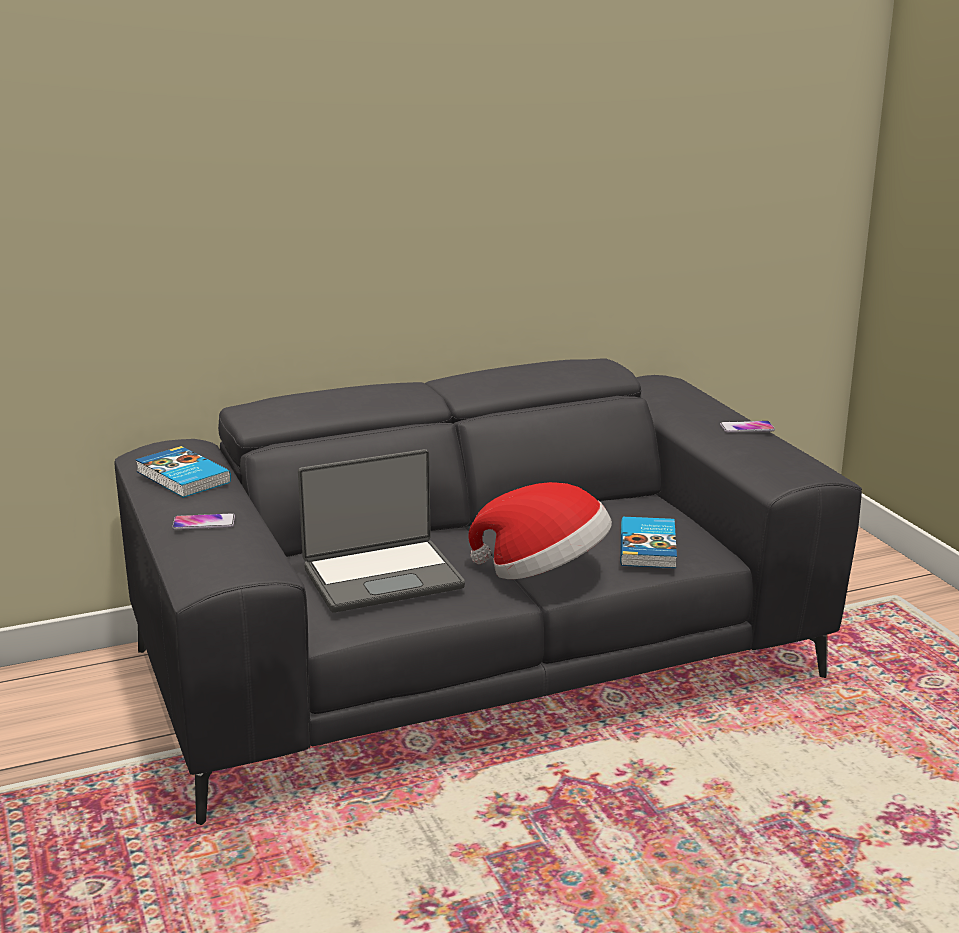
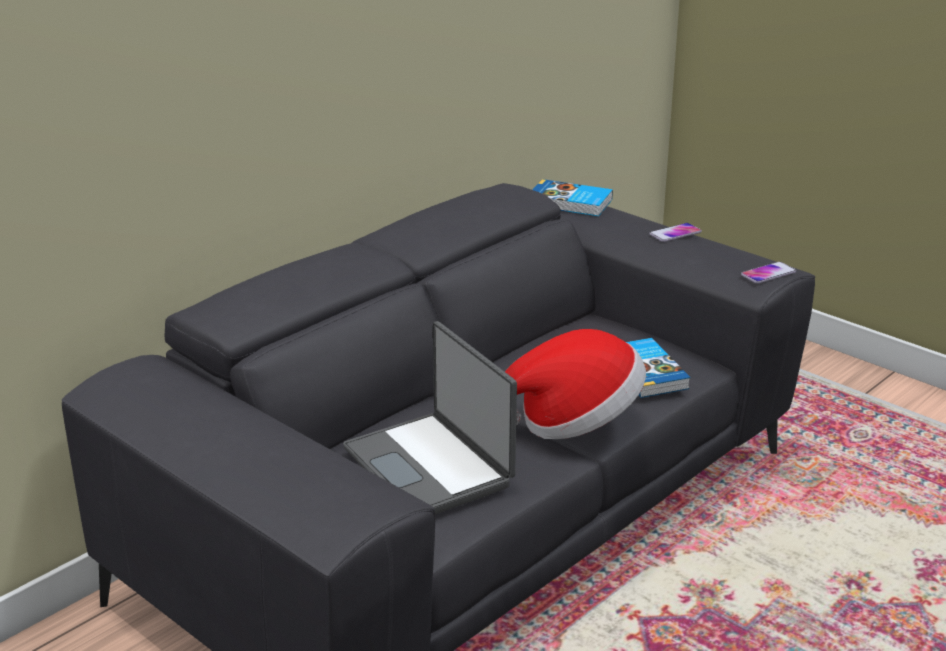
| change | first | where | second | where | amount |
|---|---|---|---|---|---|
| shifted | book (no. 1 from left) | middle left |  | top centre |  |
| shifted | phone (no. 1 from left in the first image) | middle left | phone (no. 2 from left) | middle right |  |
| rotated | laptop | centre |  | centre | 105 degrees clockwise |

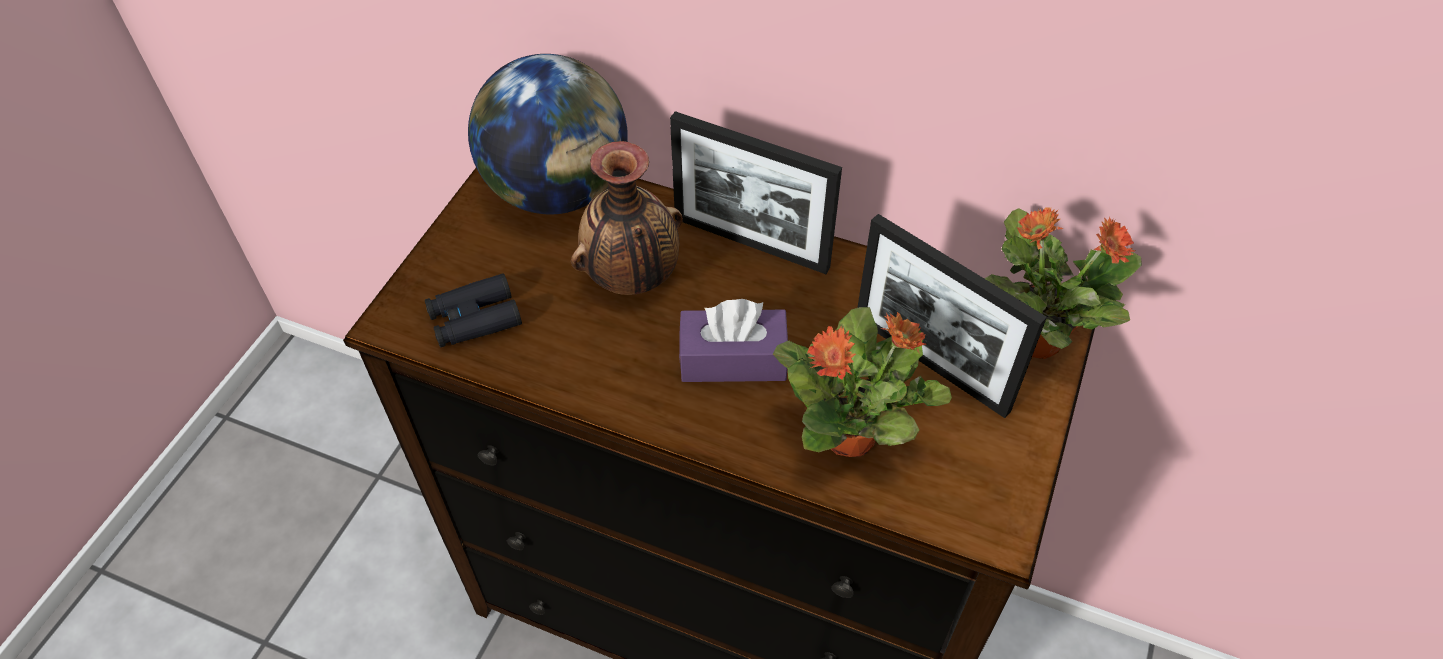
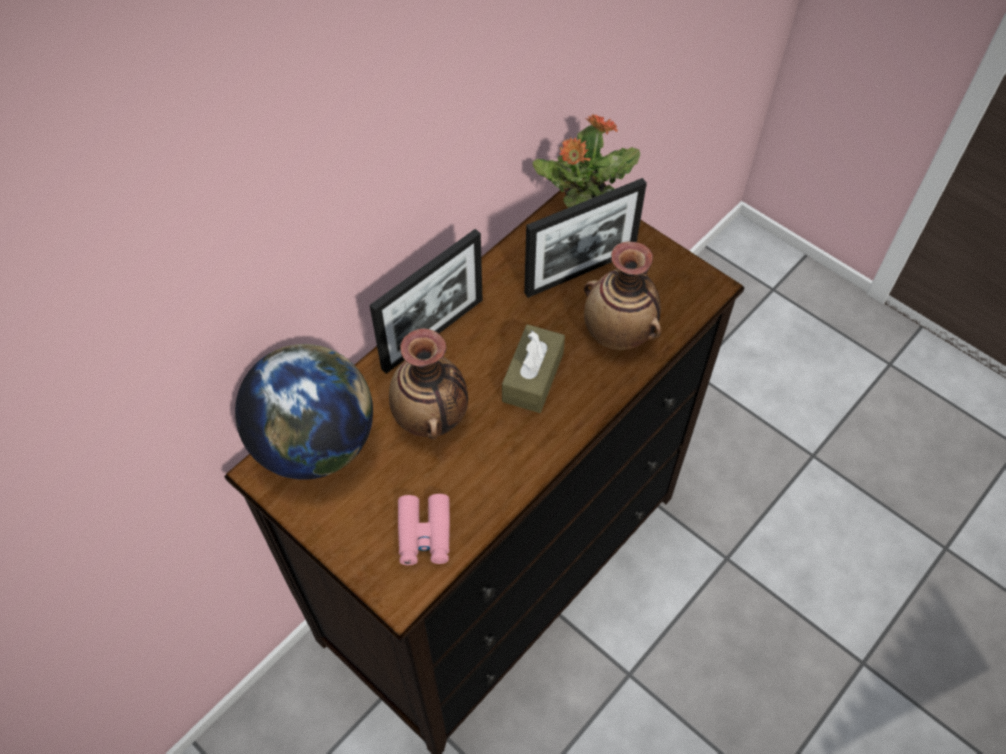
| change | first | where | second | where | amount |
|---|---|---|---|---|---|
| repainted | binoculars (black) | middle left | binoculars (pink) | bottom centre |  |
| repainted | tissue box (purple) | centre | tissue box (brown) | centre |  |
| swapped | potted plant (no. 1 from left) | centre | vase (no. 2 from left) | centre |  |

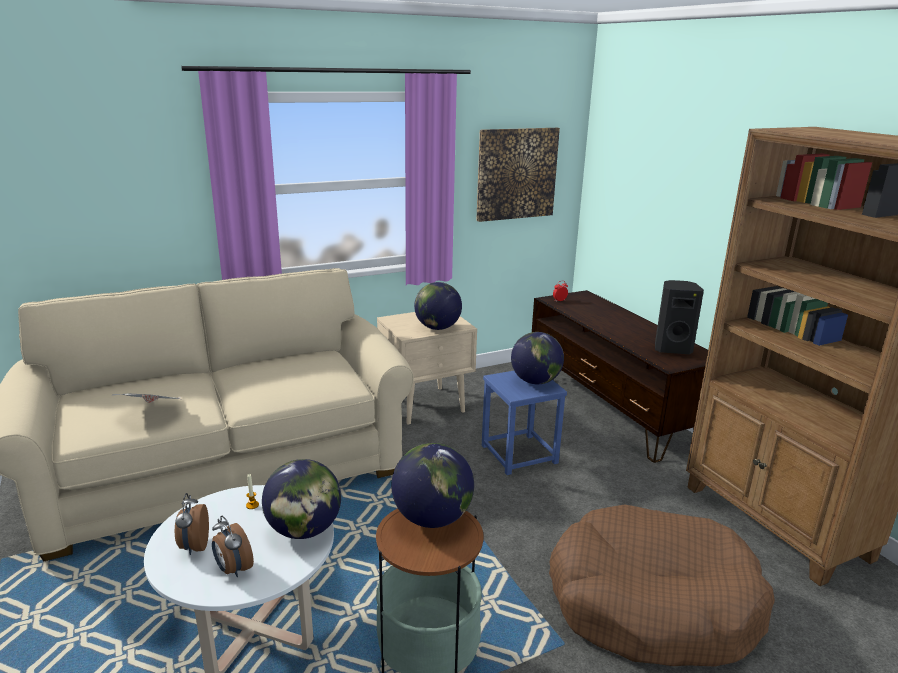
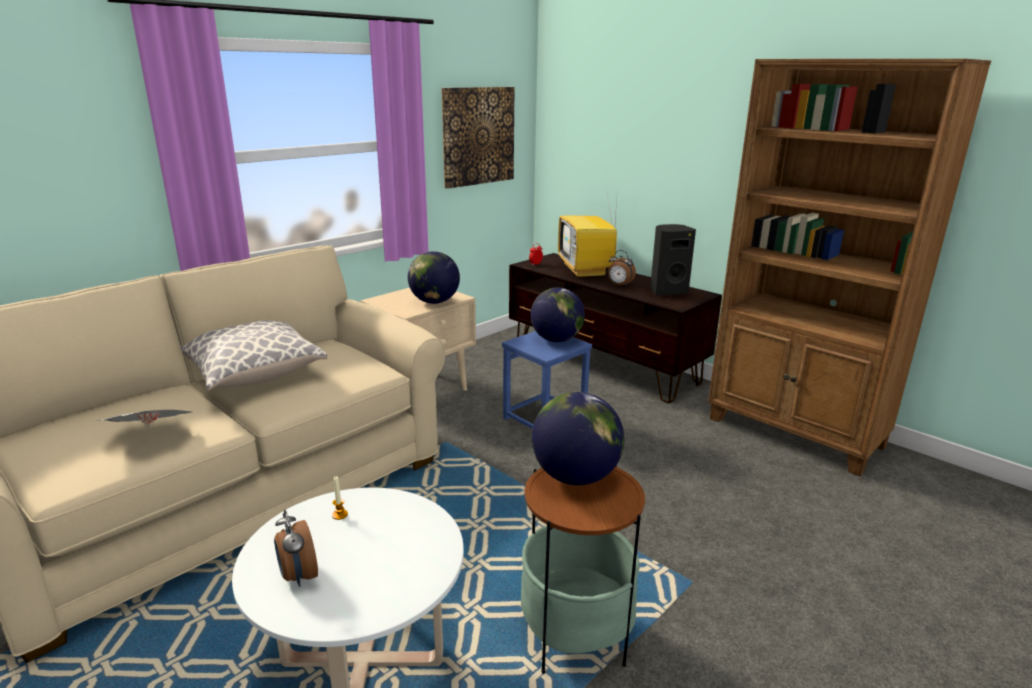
| change | first | where | second | where | amount |
|---|---|---|---|---|---|
| shifted | alarm clock (no. 2 from left in the first image) | bottom left | alarm clock (no. 3 from left) | centre |  |
| gone | globe (no. 1 from left) | bottom centre |  |  |  |
| gone | dog bed (brown) | bottom right |  |  |  |
| new |  |  | pillow | middle left |  |
| new |  |  | television | centre |  |

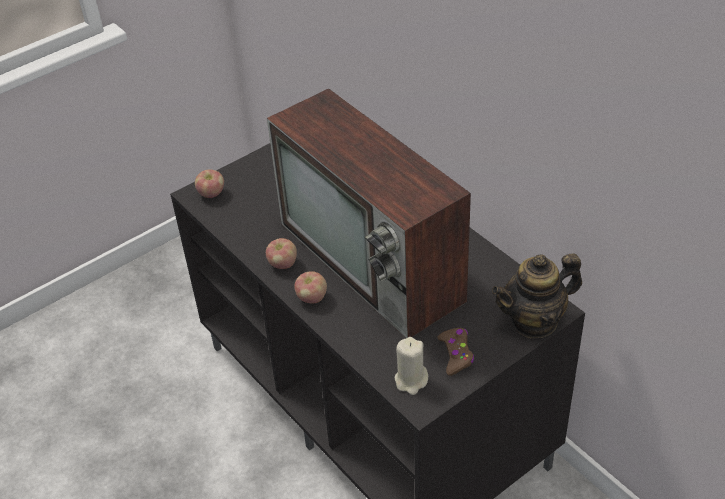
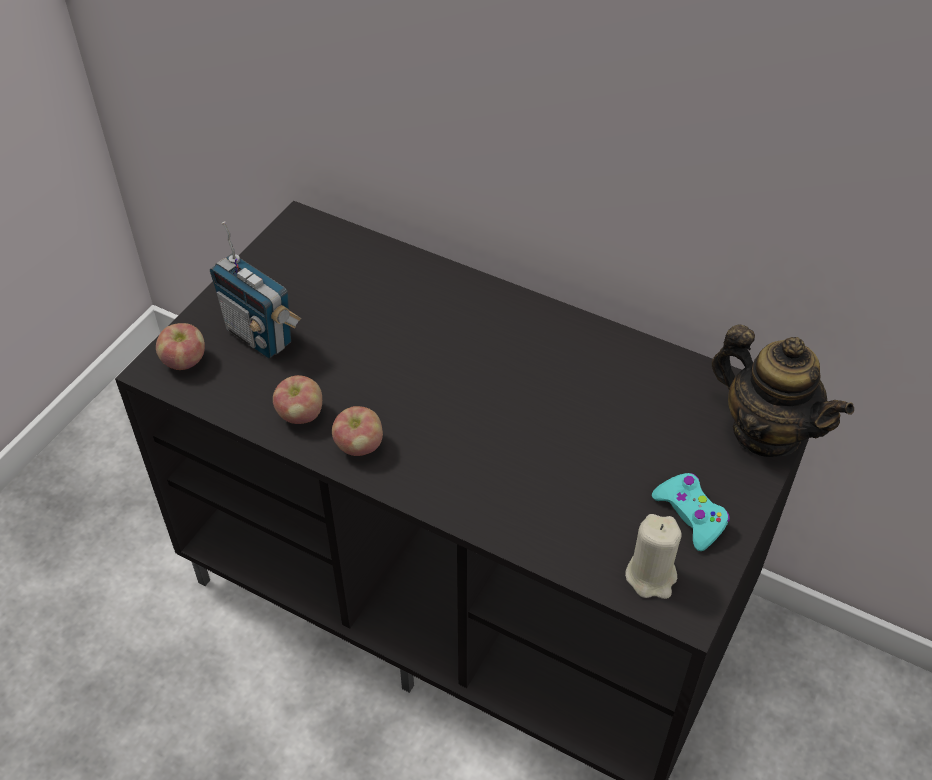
| change | first | where | second | where | amount |
|---|---|---|---|---|---|
| gone | television | centre |  |  |  |
| shifted | apple (no. 3 from left in the first image) | centre | apple (no. 2 from left) | middle left |  |
| repainted | game controller (brown) | bottom centre | game controller (turquoise) | middle right |  |
| rotated | teapot | middle right |  | middle right | 90 degrees counterclockwise |
| new |  |  | radio | middle left |  |

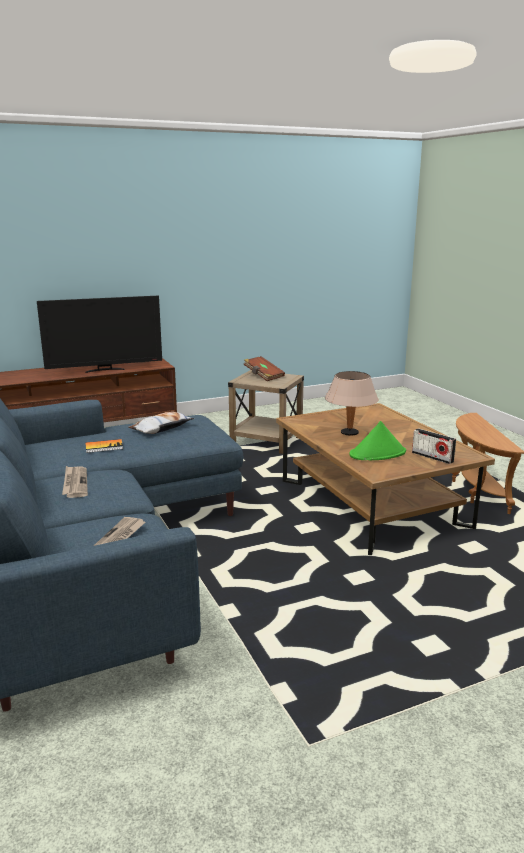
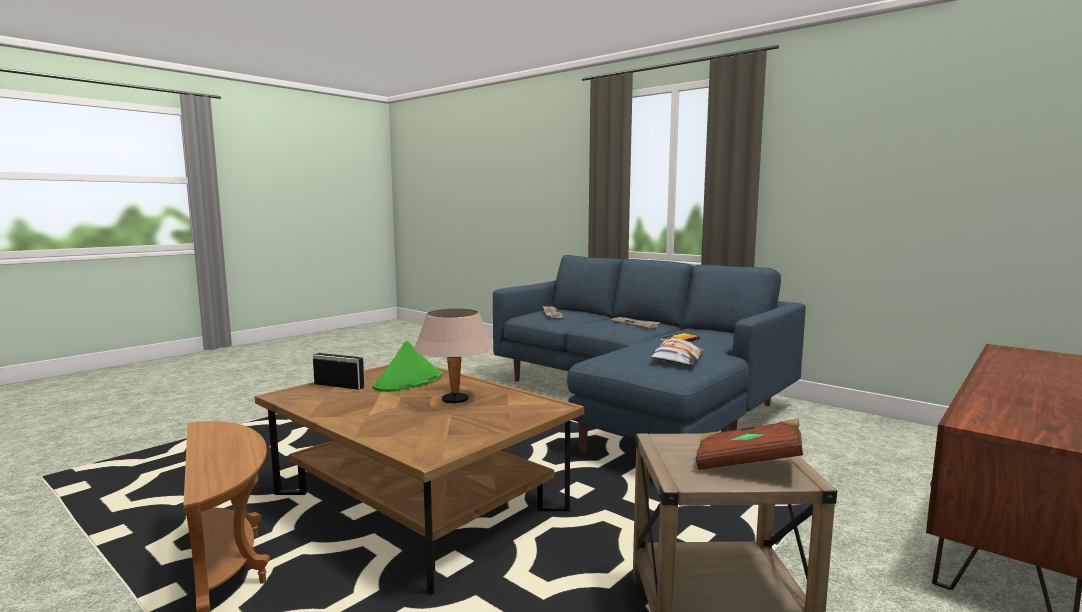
| change | first | where | second | where | amount |
|---|---|---|---|---|---|
| gone | television | middle left |  |  |  |

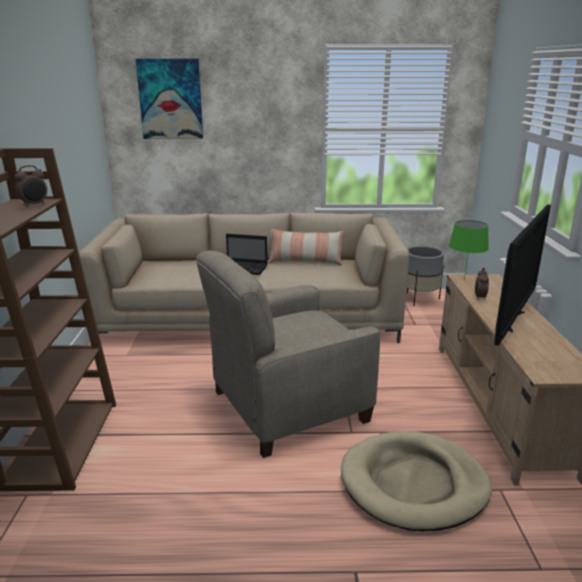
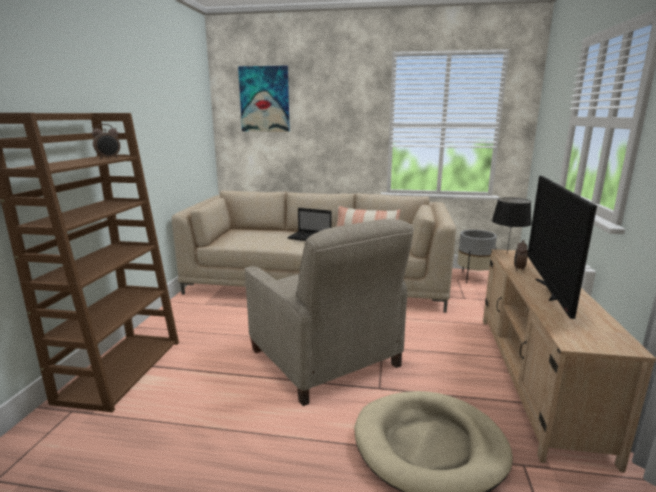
| change | first | where | second | where | amount |
|---|---|---|---|---|---|
| rotated | armchair (beige) | centre |  | centre | 105 degrees counterclockwise |
| repainted | table lamp (green) | middle right | table lamp (black) | middle right |  |
| rotated | television | middle right |  | middle right | 150 degrees clockwise |

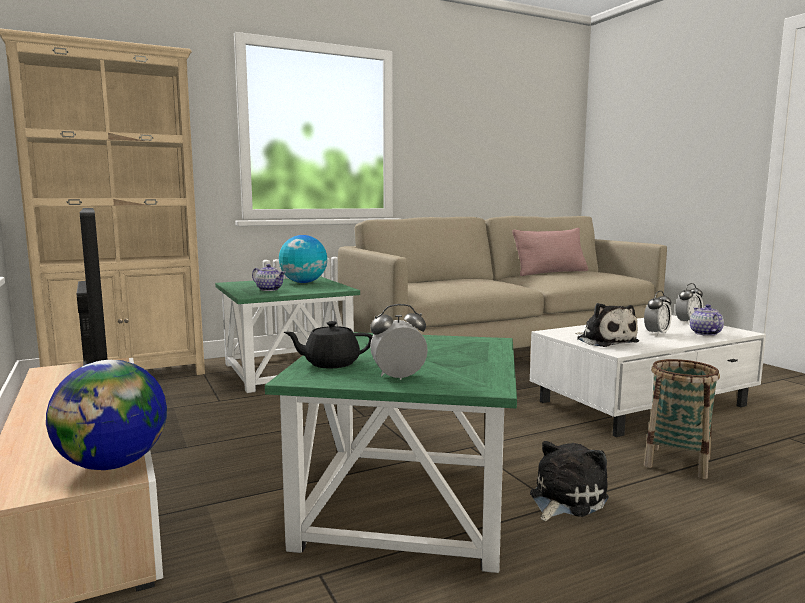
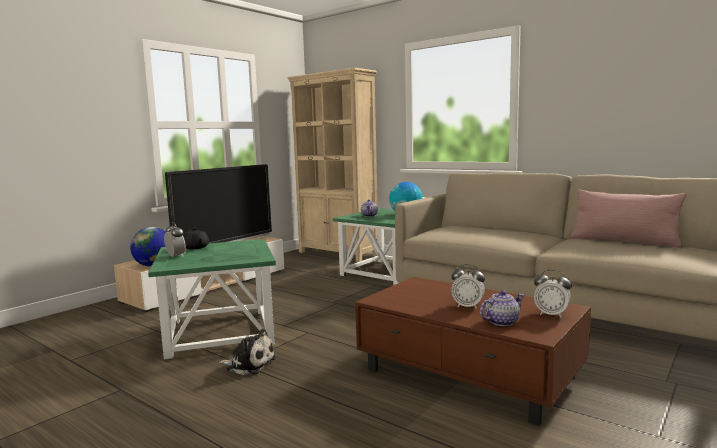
| change | first | where | second | where | amount |
|---|---|---|---|---|---|
| repainted | coffee table (white) | middle right | coffee table (brown) | bottom centre |  |
| gone | plush toy (no. 2 from left) | middle right |  |  |  |
| gone | basket | bottom right |  |  |  |

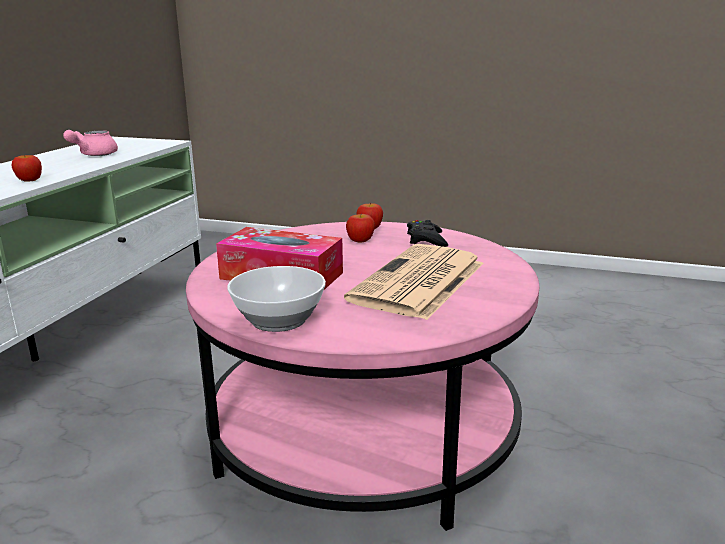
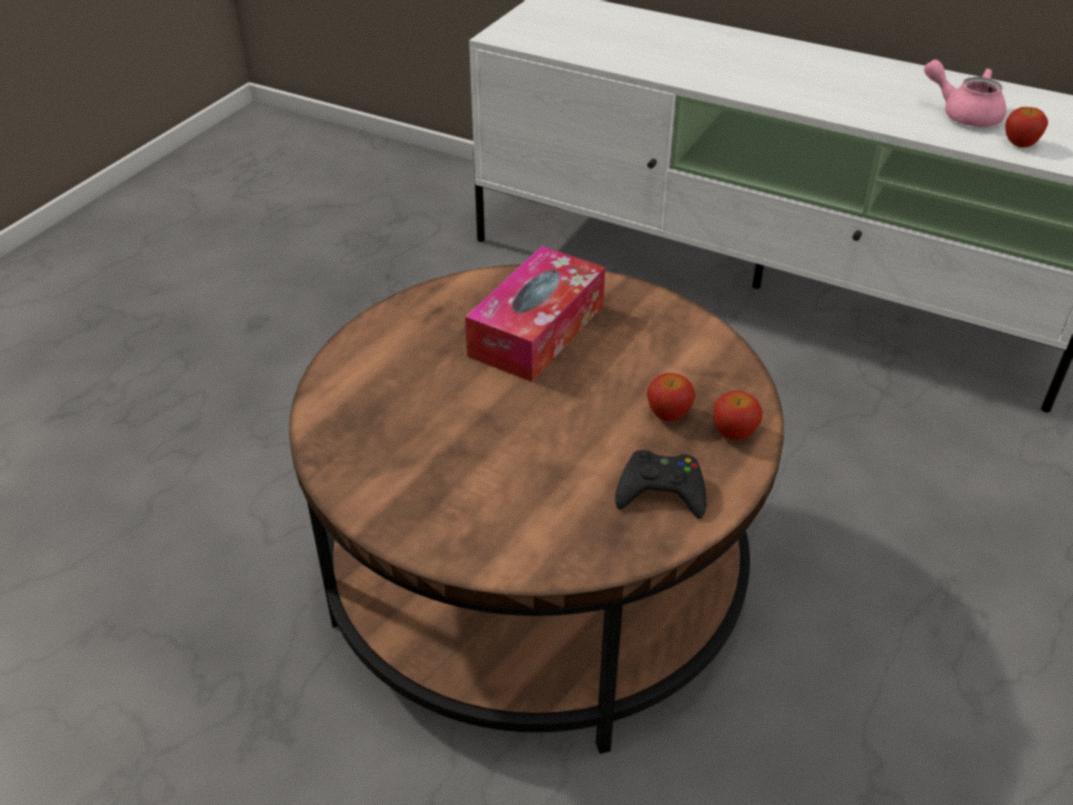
| change | first | where | second | where | amount |
|---|---|---|---|---|---|
| shifted | apple (no. 1 from left in the first image) | top left | apple (no. 3 from left) | top right |  |
| repainted | coffee table (pink) | bottom centre | coffee table (brown) | centre |  |
| gone | bowl | centre |  |  |  |
| gone | newspaper | centre |  |  |  |

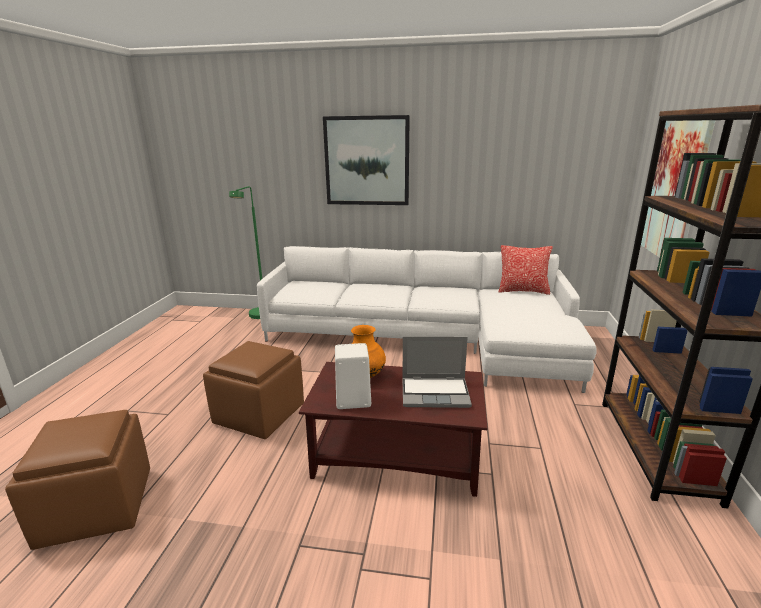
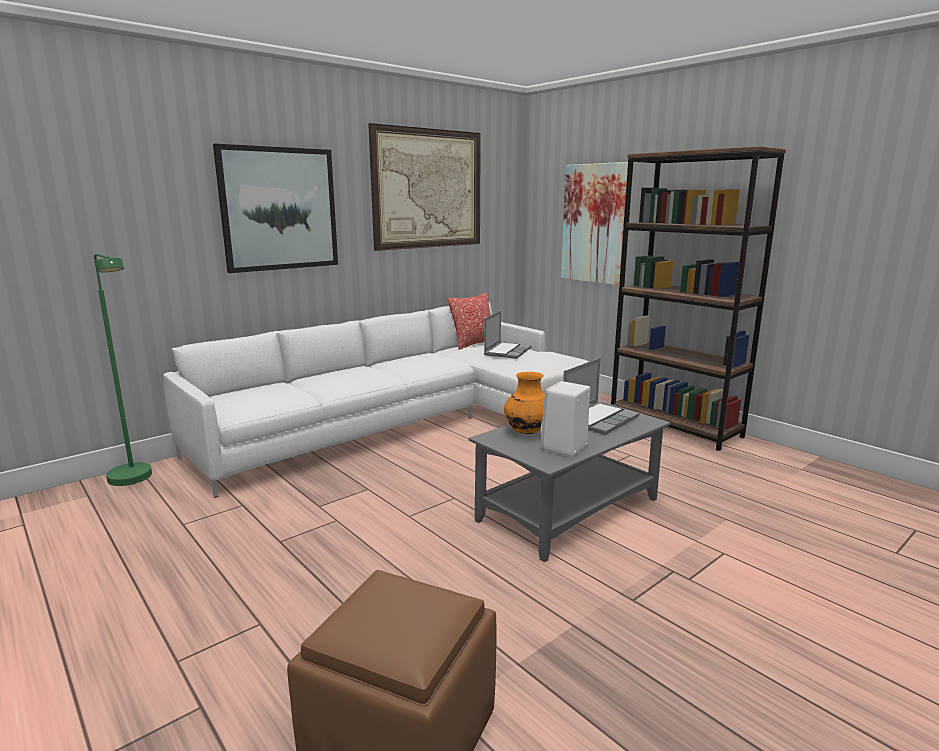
| change | first | where | second | where | amount |
|---|---|---|---|---|---|
| gone | ottoman (brown) (no. 2 from left) | middle left |  |  |  |
| repainted | coffee table (brown) | bottom centre | coffee table (grey) | centre |  |
| new |  |  | picture (no. 2 from left) | top centre |  |
| new |  |  | laptop (no. 1 from left) | centre |  |

